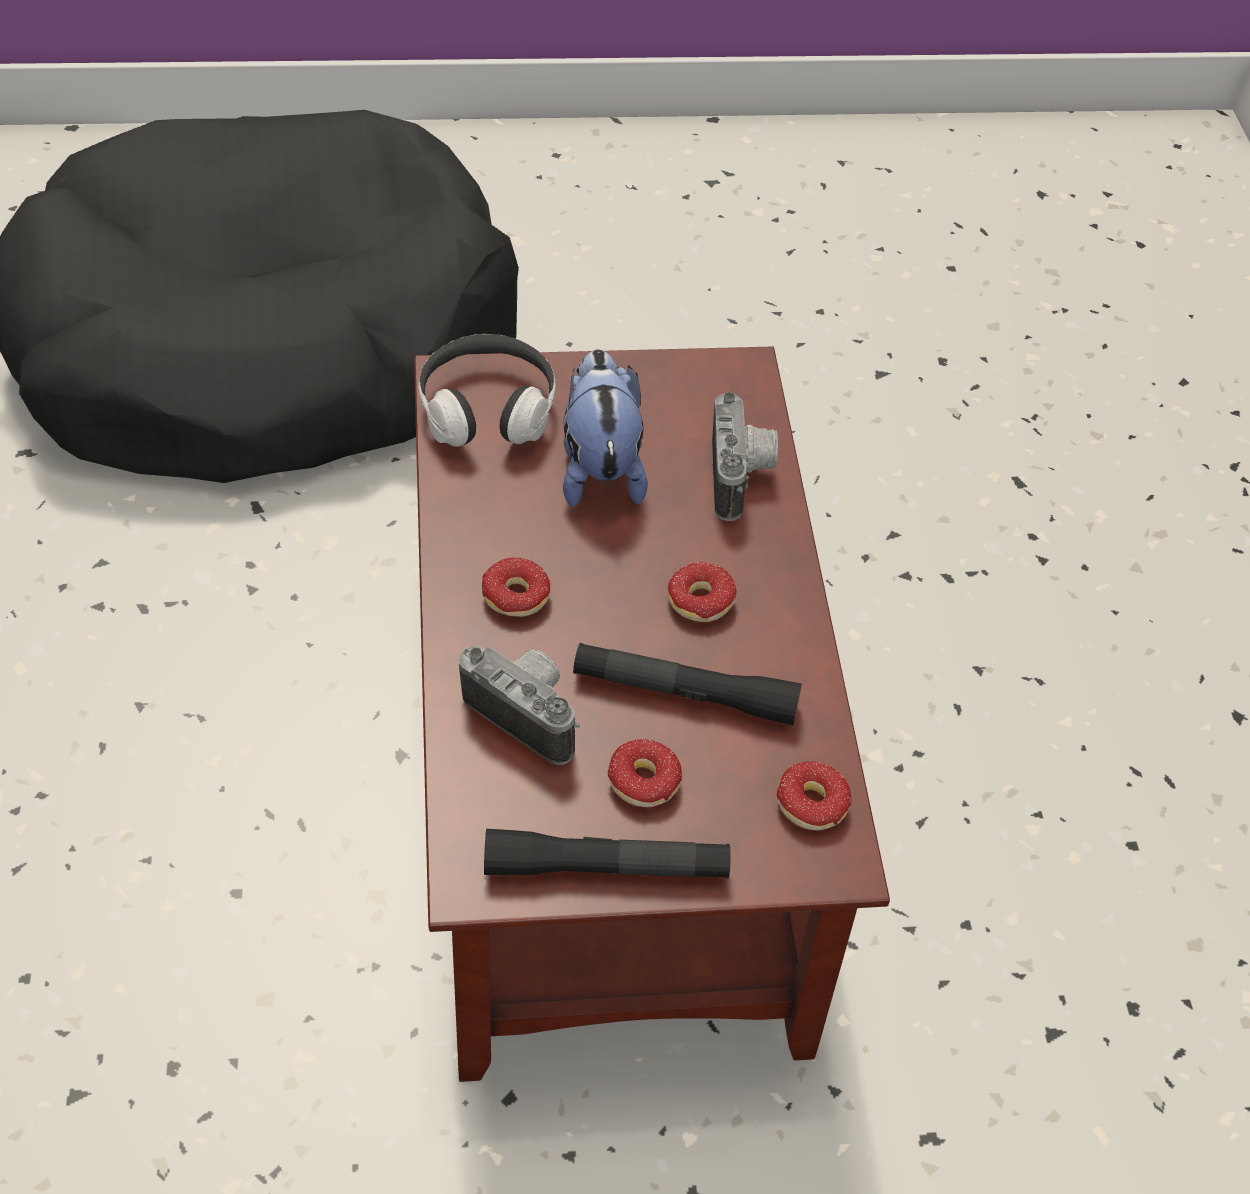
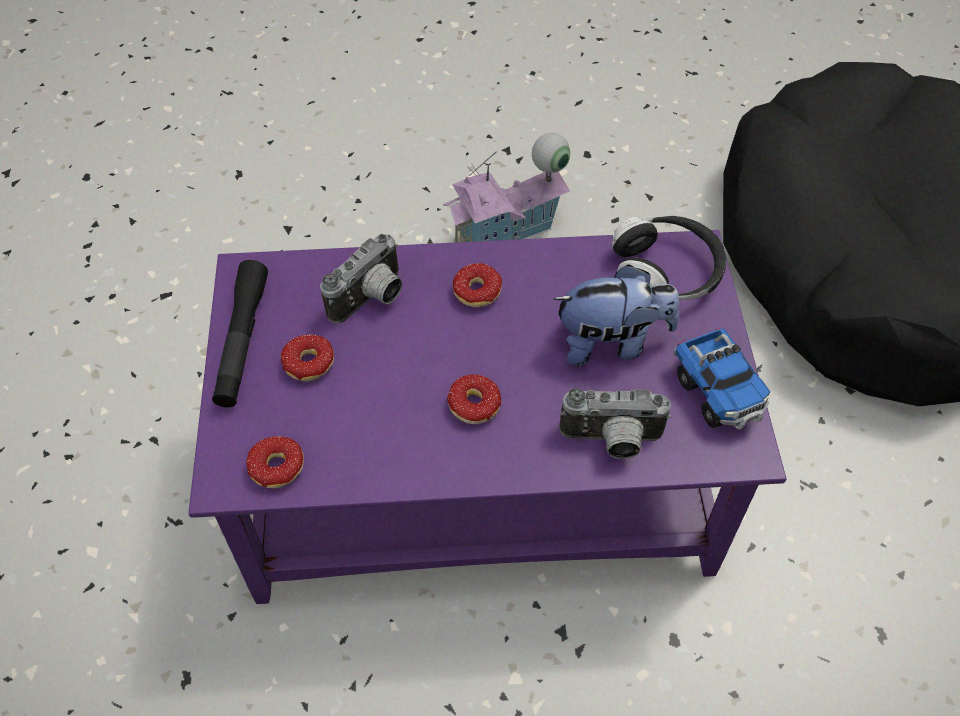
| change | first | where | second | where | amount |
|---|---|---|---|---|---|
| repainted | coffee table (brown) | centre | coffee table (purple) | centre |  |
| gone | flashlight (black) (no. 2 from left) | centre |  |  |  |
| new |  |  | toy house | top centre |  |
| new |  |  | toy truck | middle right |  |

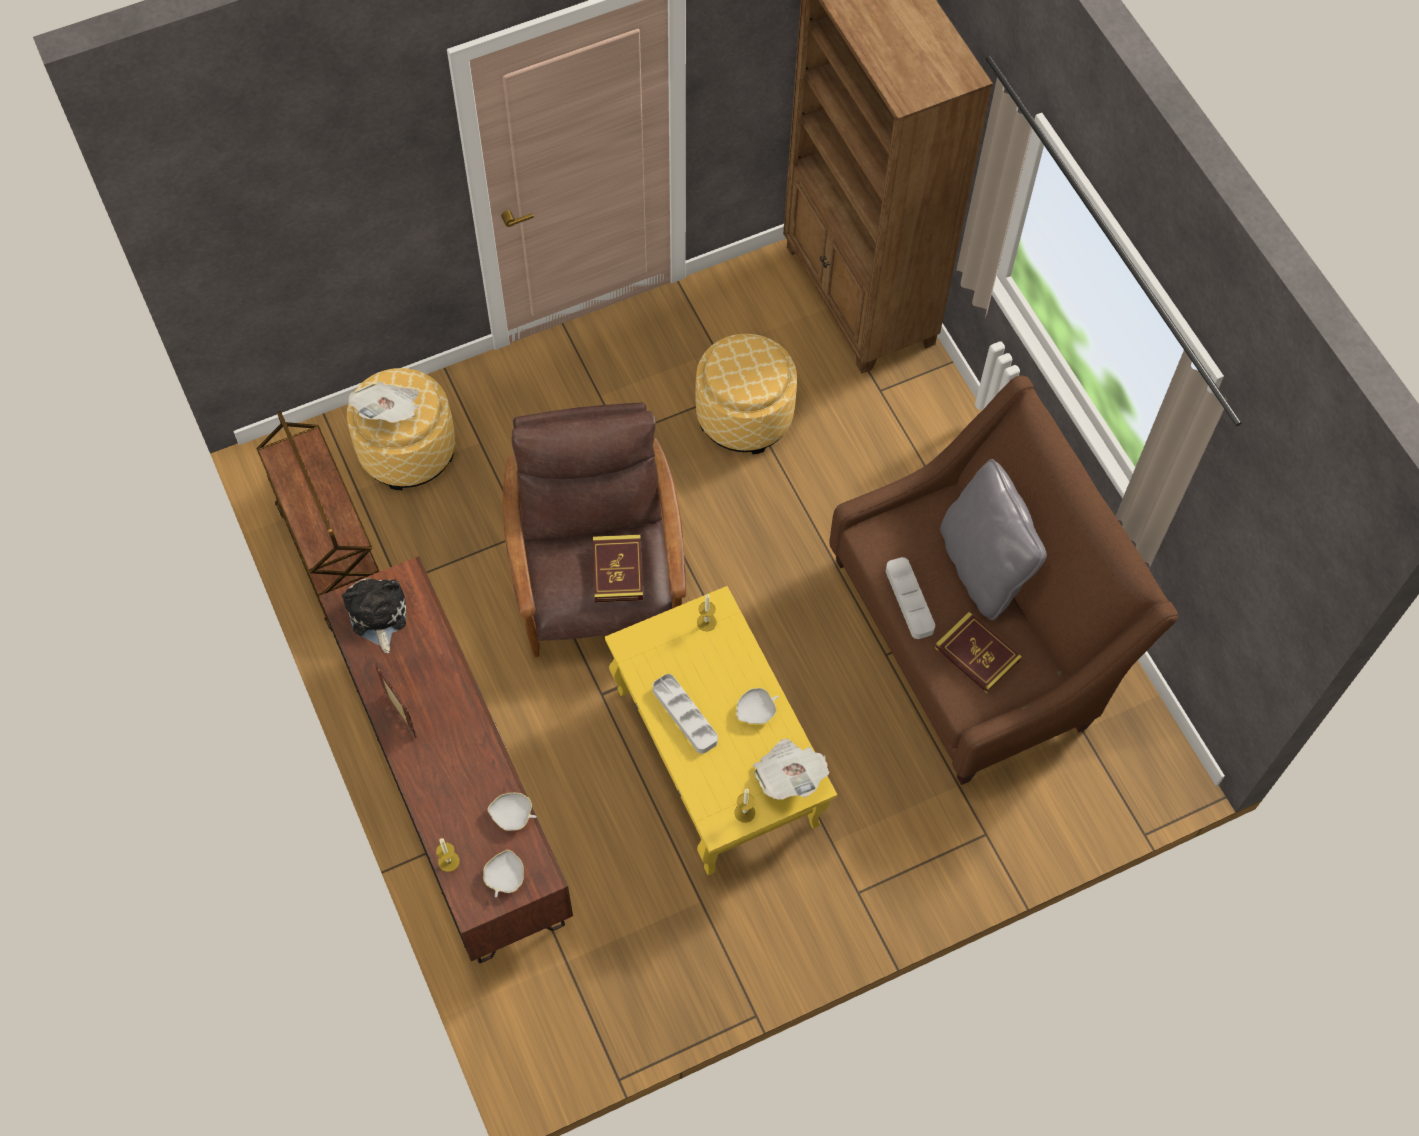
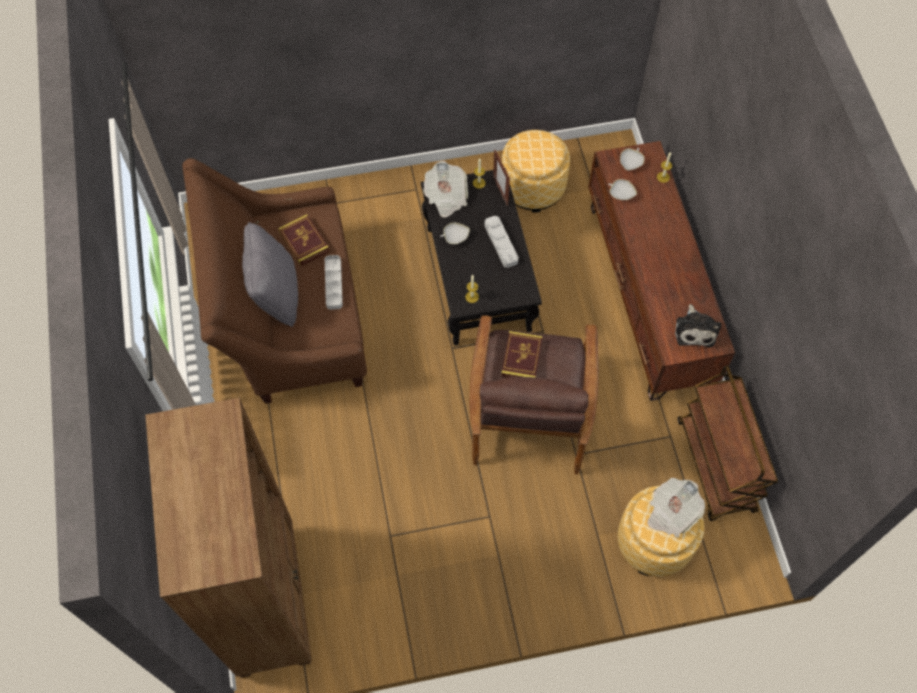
| change | first | where | second | where | amount |
|---|---|---|---|---|---|
| shifted | picture frame | middle left |  | top centre |  |
| repainted | coffee table (yellow) | centre | coffee table (black) | centre |  |
| shifted | ottoman (no. 2 from left in the first image) | centre | ottoman (no. 1 from left) | top centre |  |

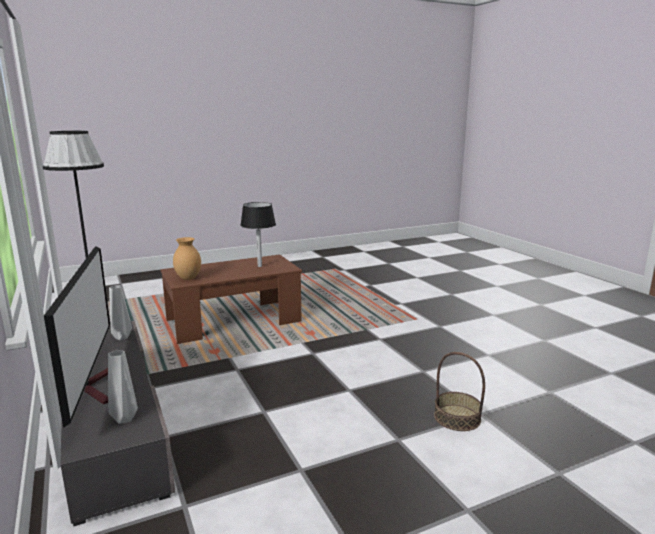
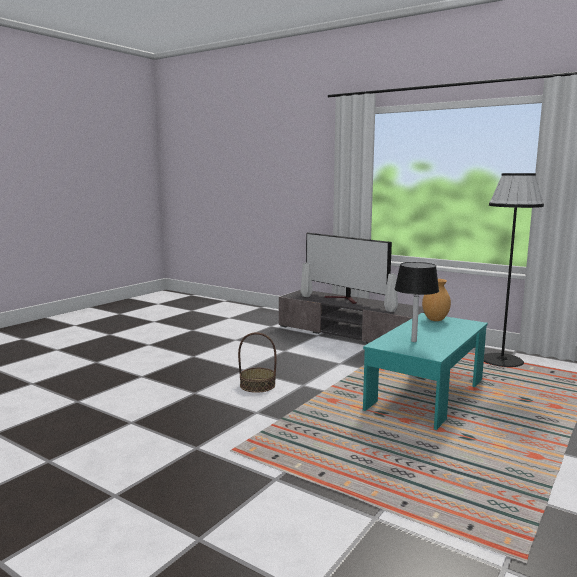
| change | first | where | second | where | amount |
|---|---|---|---|---|---|
| repainted | coffee table (brown) | centre | coffee table (turquoise) | middle right |  |
| shifted | basket | bottom right |  | centre |  |

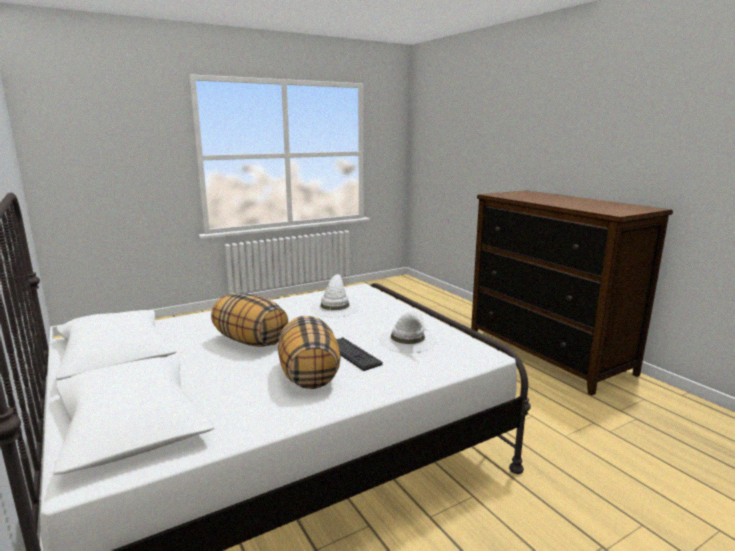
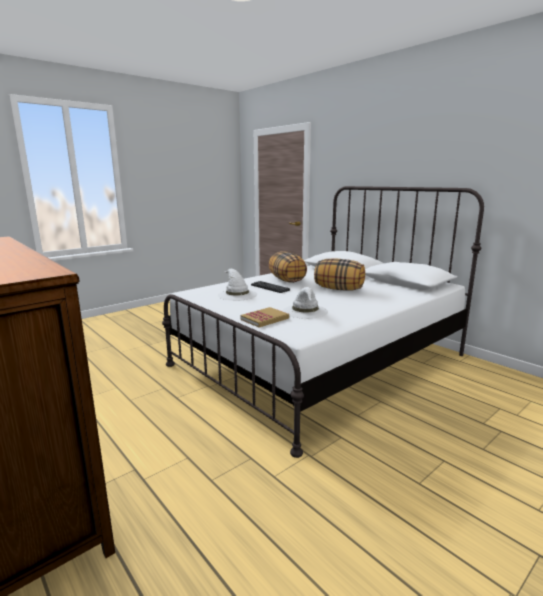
| change | first | where | second | where | amount |
|---|---|---|---|---|---|
| new |  |  | book | centre |  |

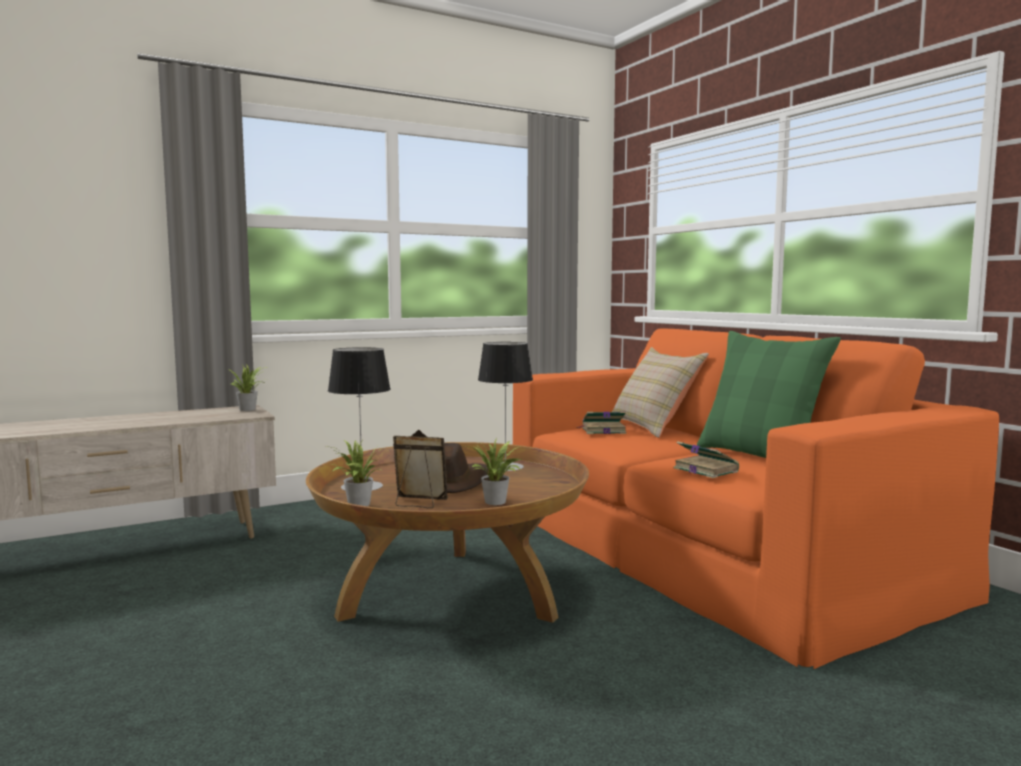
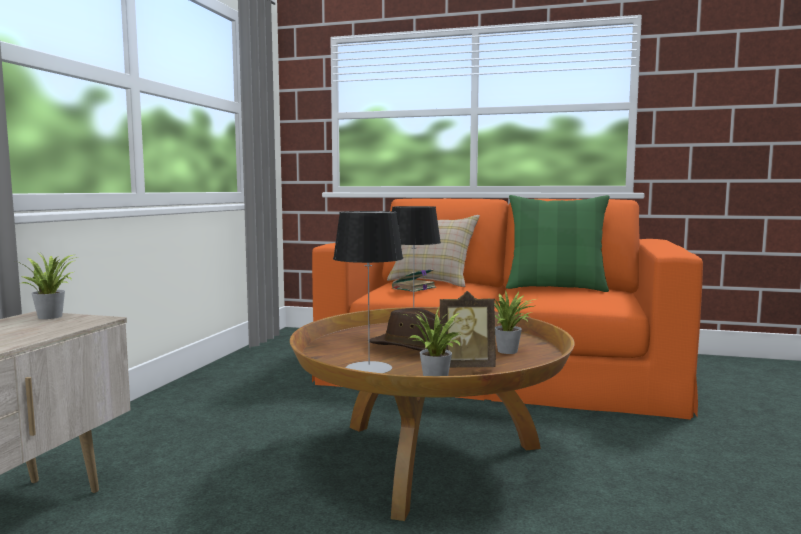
| change | first | where | second | where | amount |
|---|---|---|---|---|---|
| rotated | picture frame | centre |  | centre | 150 degrees counterclockwise |
| gone | book (no. 2 from left) | middle right |  |  |  |

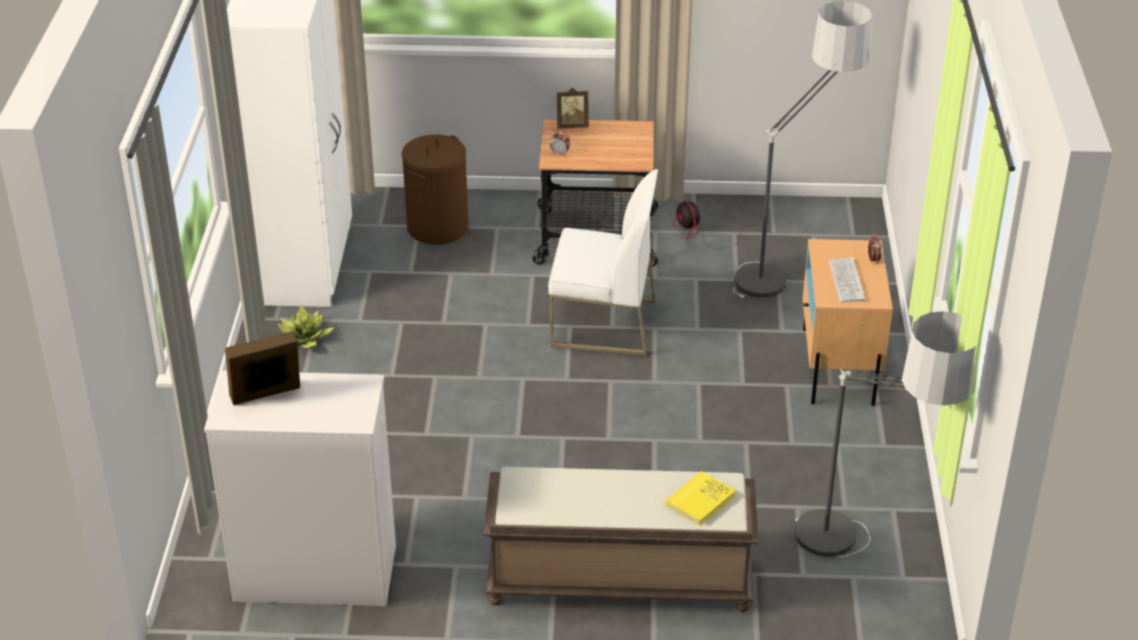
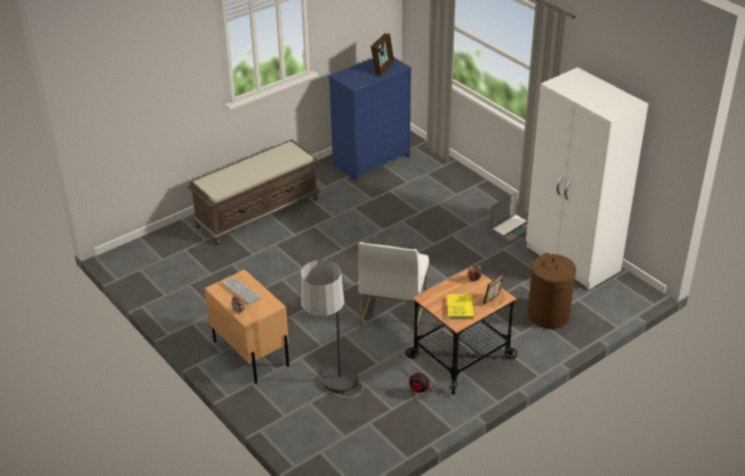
| change | first | where | second | where | amount |
|---|---|---|---|---|---|
| repainted | dresser (white) | bottom left | dresser (blue) | top centre |  |
| swapped | potted plant | middle left | laptop | middle right |  |
| rotated | chair (white) | centre |  | centre | 45 degrees counterclockwise |
| shifted | book (yellow) | bottom centre |  | centre |  |
| gone | floor lamp (no. 2 from left) | bottom right |  |  |  |

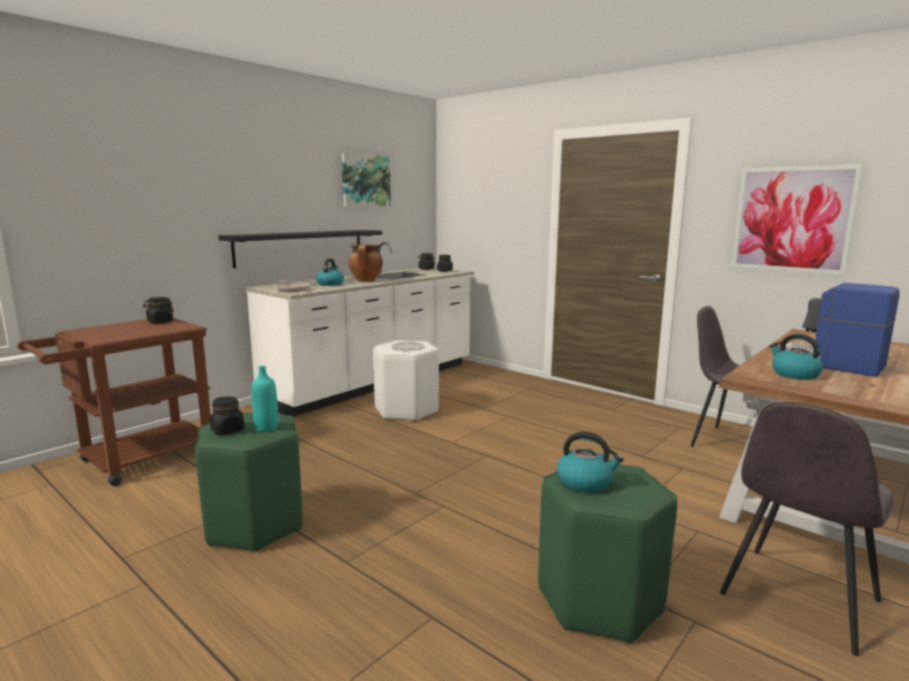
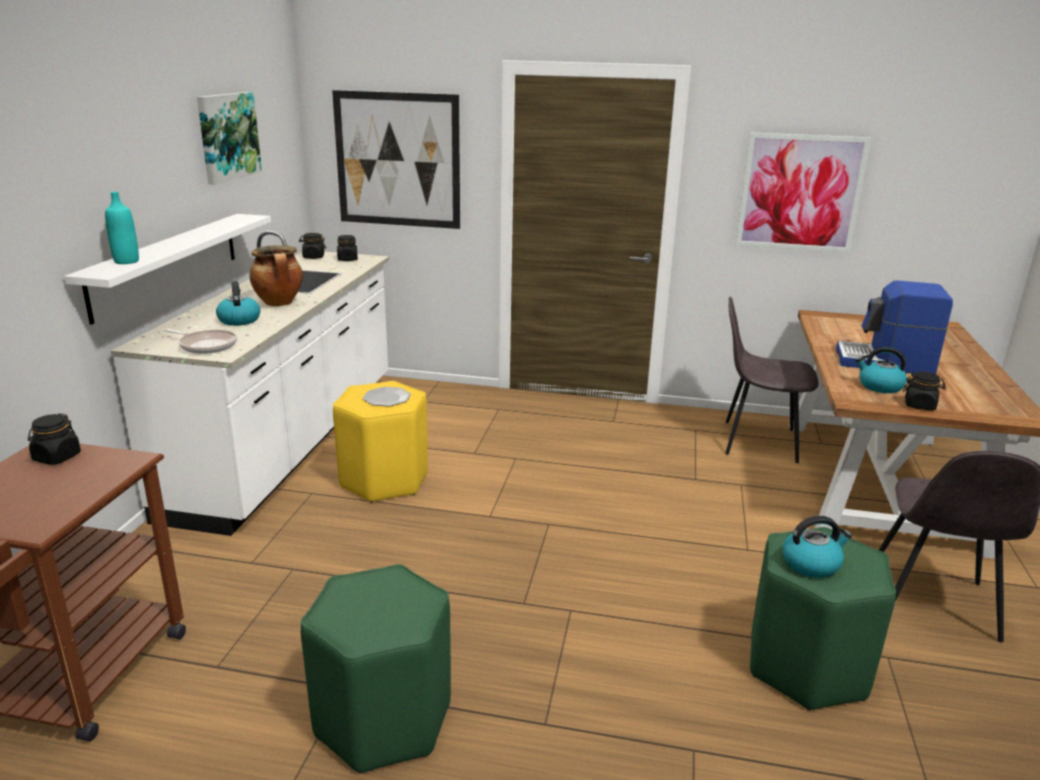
| change | first | where | second | where | amount |
|---|---|---|---|---|---|
| shifted | jar (black) (no. 2 from left in the first image) | middle left | jar (black) (no. 4 from left) | middle right |  |
| repainted | shelf (black) | middle left | shelf (white) | middle left |  |
| shifted | bottle (turquoise) | middle left |  | top left |  |
| repainted | stool (white) | centre | stool (yellow) | centre |  |
| new |  |  | picture (no. 2 from left) | top centre |  |

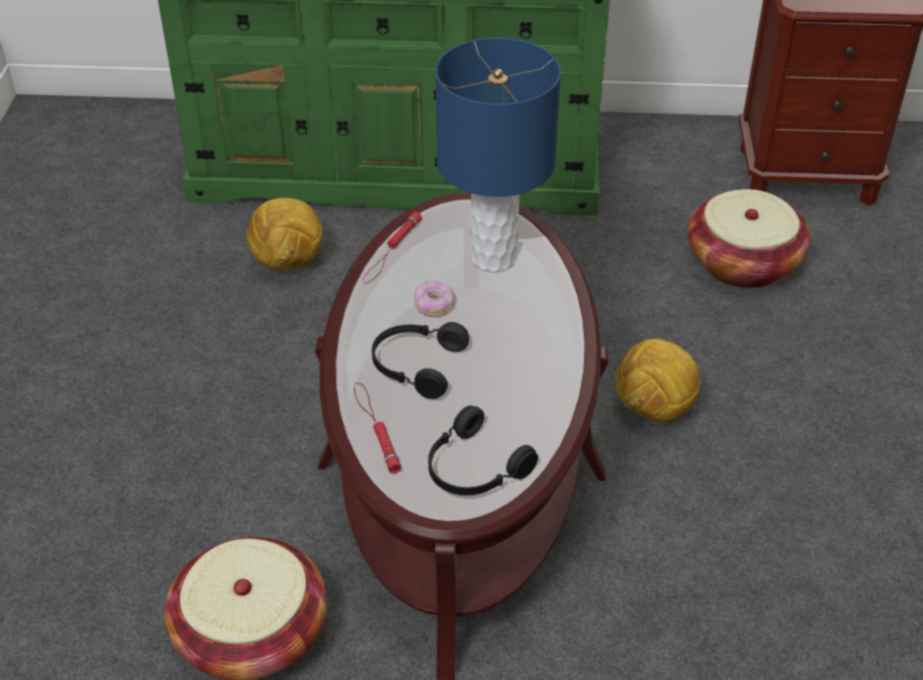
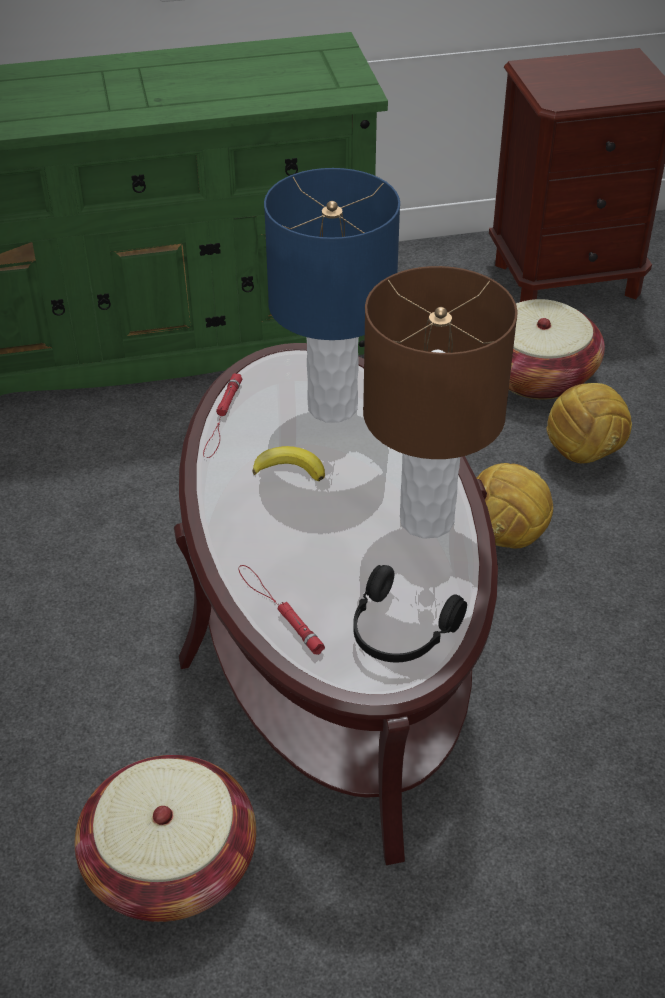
| change | first | where | second | where | amount |
|---|---|---|---|---|---|
| shifted | football (no. 1 from left in the first image) | middle left | football (no. 2 from left) | middle right |  |
| gone | headphones (black) (no. 1 from left) | centre |  |  |  |
| swapped | donut | centre | banana | centre |  |
| new |  |  | table lamp (brown) | centre |  |

